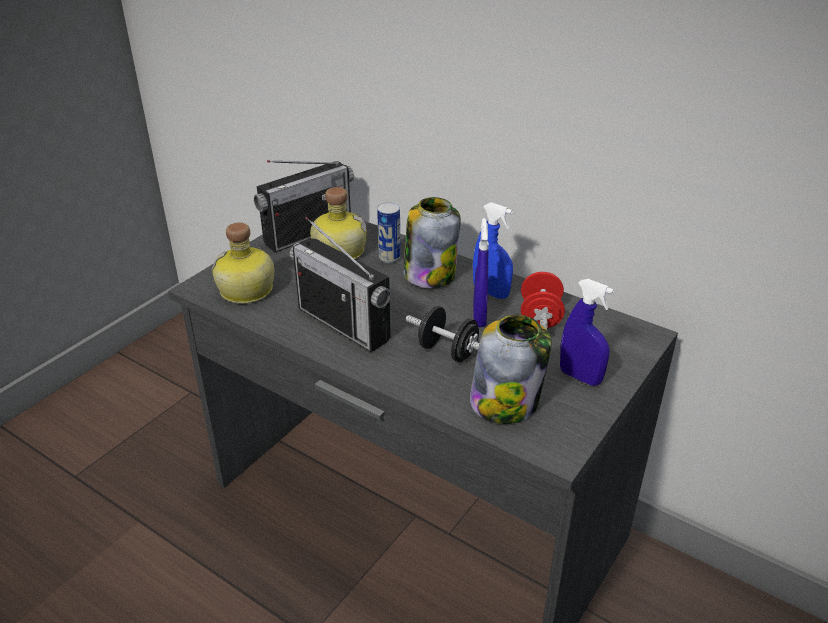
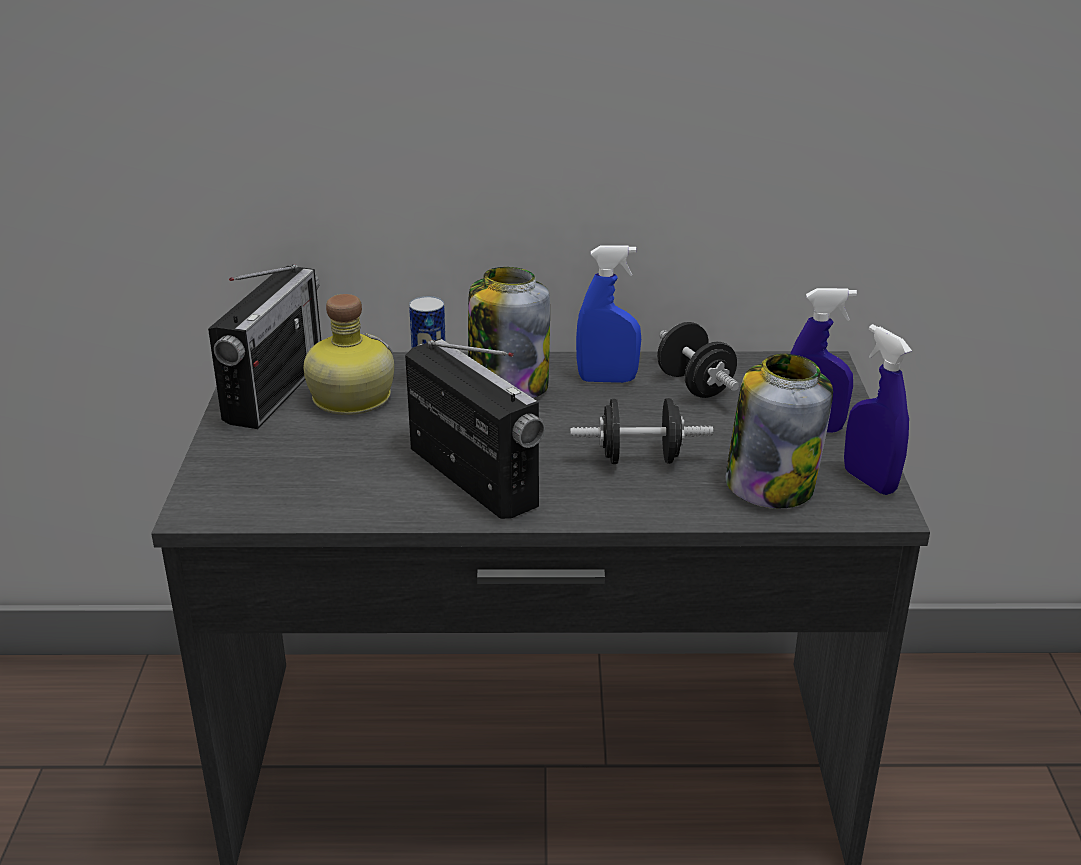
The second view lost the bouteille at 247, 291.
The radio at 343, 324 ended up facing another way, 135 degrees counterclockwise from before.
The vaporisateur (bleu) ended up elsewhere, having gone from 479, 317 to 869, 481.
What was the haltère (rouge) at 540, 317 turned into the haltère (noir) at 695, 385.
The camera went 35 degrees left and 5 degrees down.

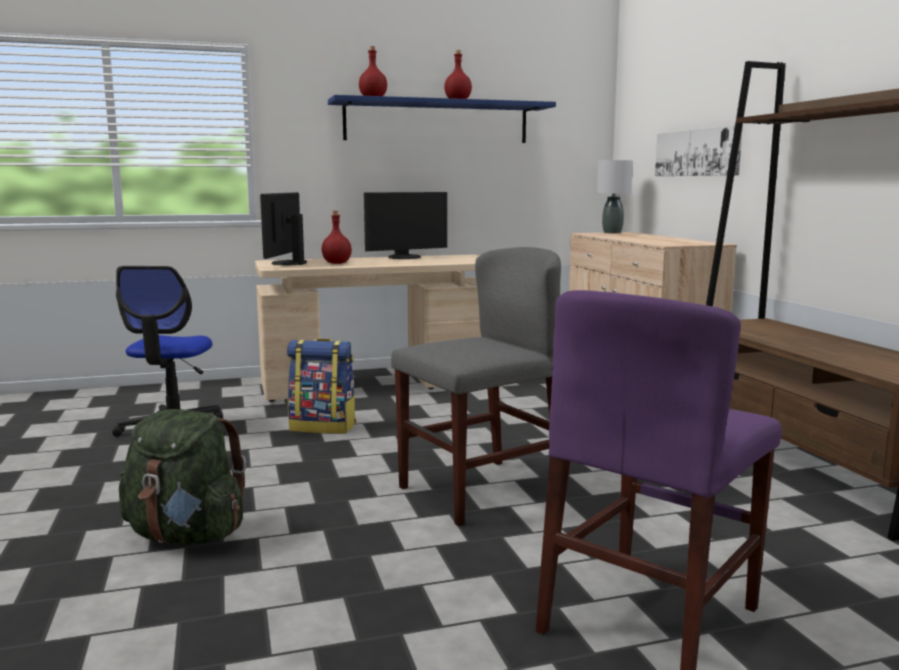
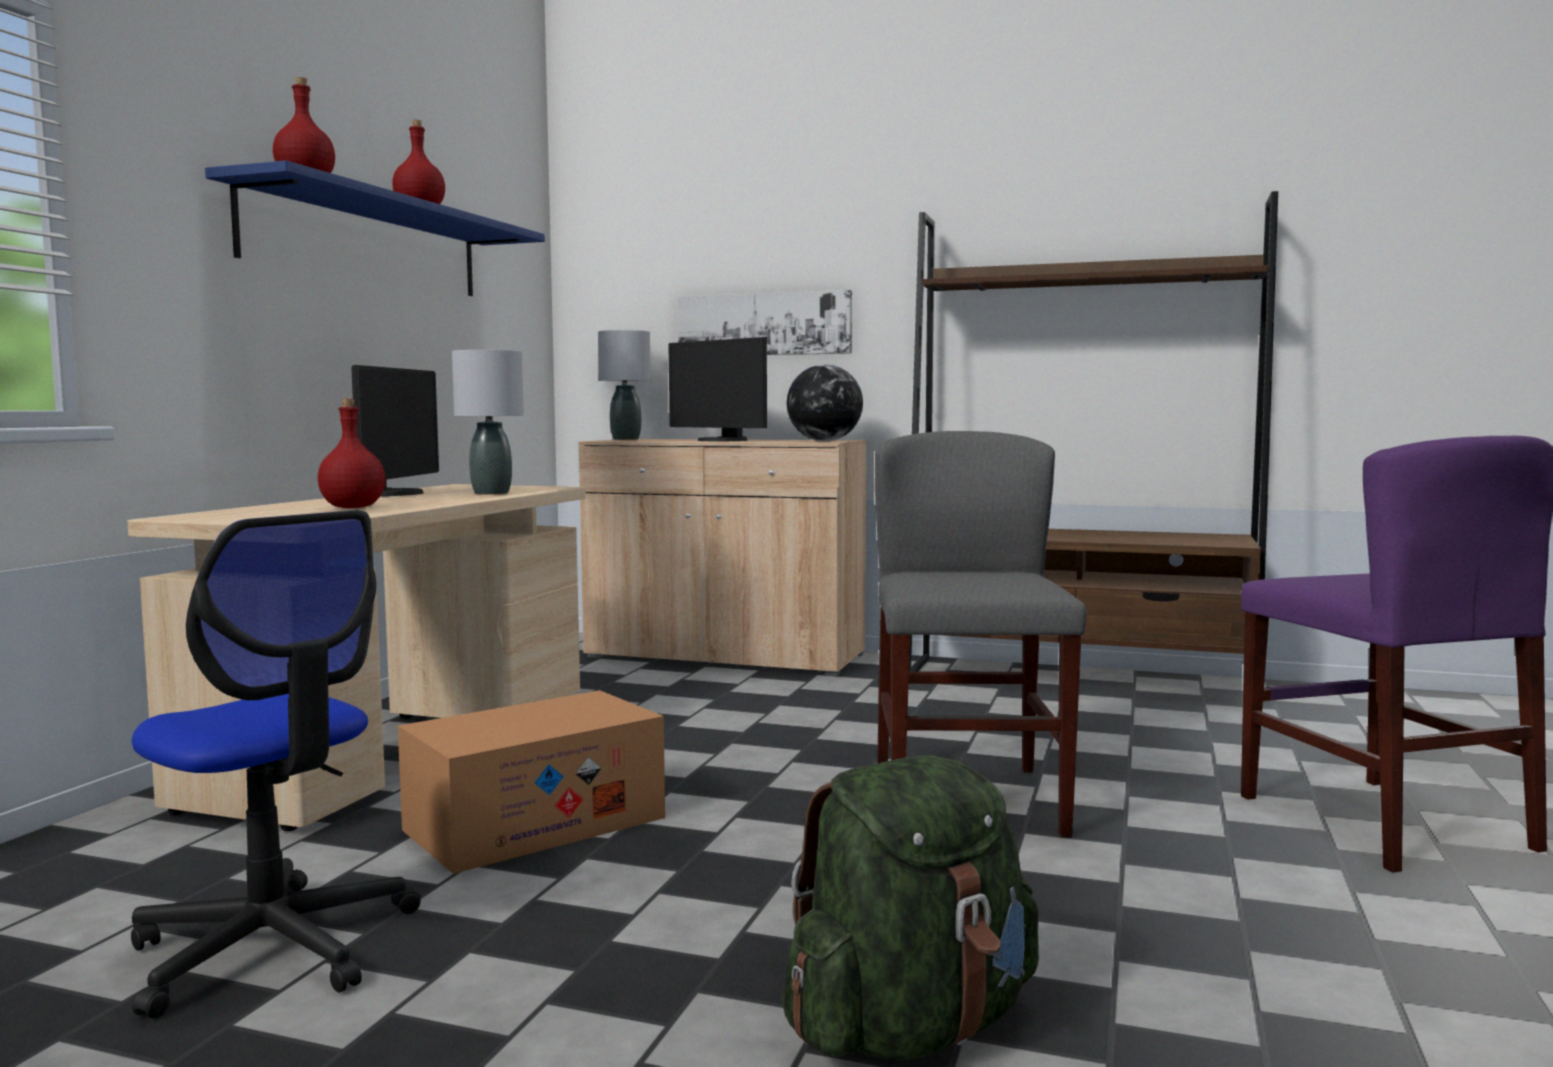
The écran d'ordinateur ended up elsewhere, having gone from 287, 263 to 720, 441.
Where the sac à dos stood at 323, 427, the carton came to stand at 535, 824.
The second view gained the lampe de table (gris) at 491, 493.
The second view gained the globe at 824, 441.
The camera went 55 degrees left and 5 degrees down.

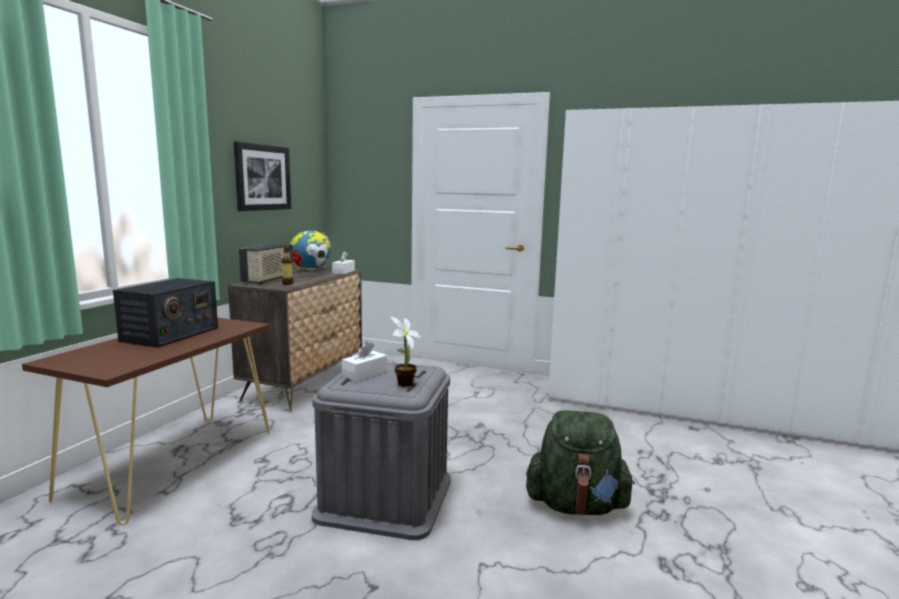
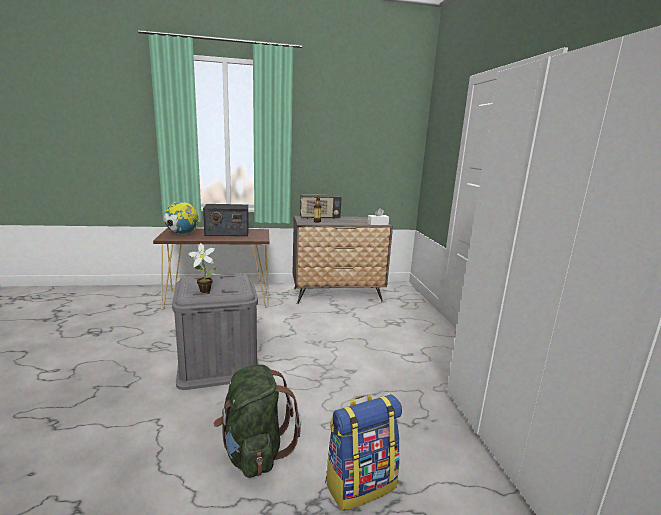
The second view lost the tableau at 262, 177.
The globe ended up elsewhere, having gone from 311, 270 to 182, 234.
The second view lost the boîte à mouchoirs (blanc) at 364, 374.
The second view gained the sac à dos at 360, 483.
The camera went 60 degrees right and 5 degrees up.

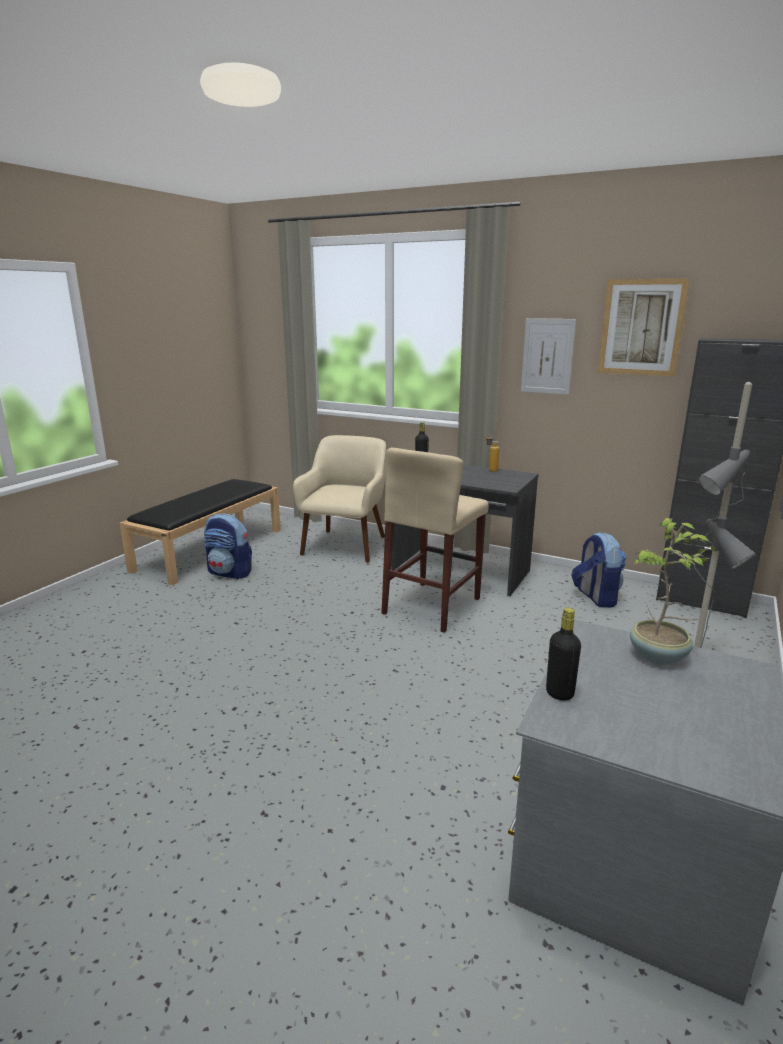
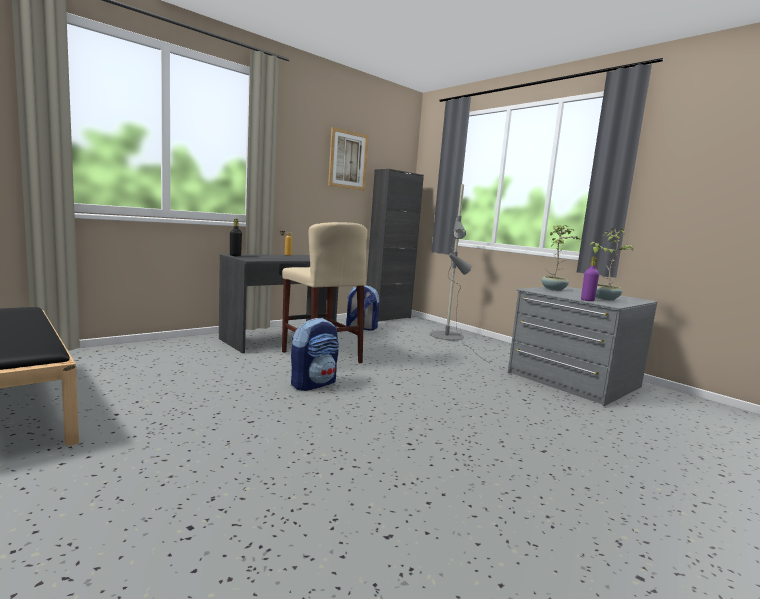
The sac à dos ended up elsewhere, having gone from 230, 573 to 314, 384.
The second view lost the fauteuil (beige) at 346, 545.
The second view lost the tableau at 547, 356.
What was the bouteille (noir) at 559, 693 turned into the bouteille (violet) at 587, 300.
The second view gained the plante en pot at 604, 299.
The camera went 70 degrees left and 10 degrees down.

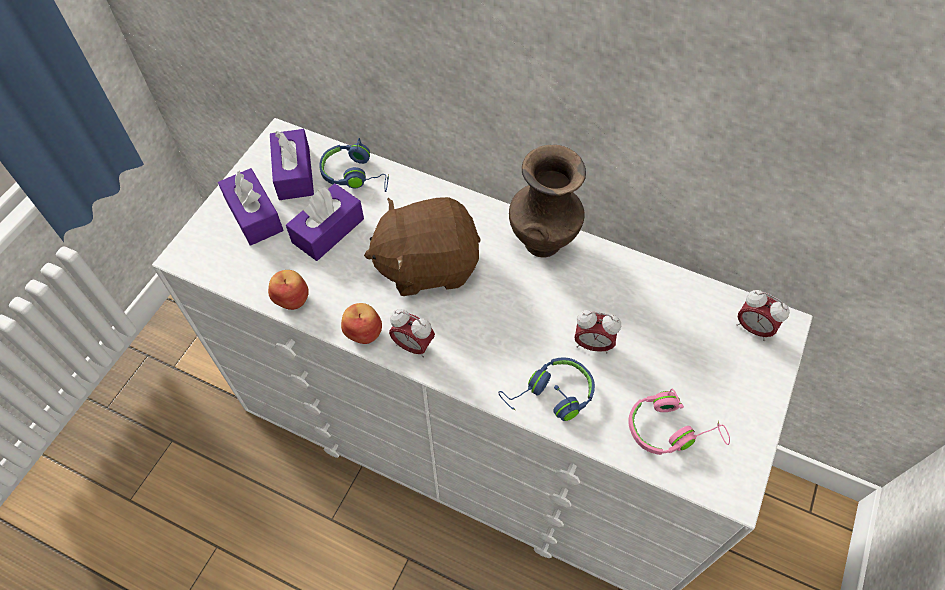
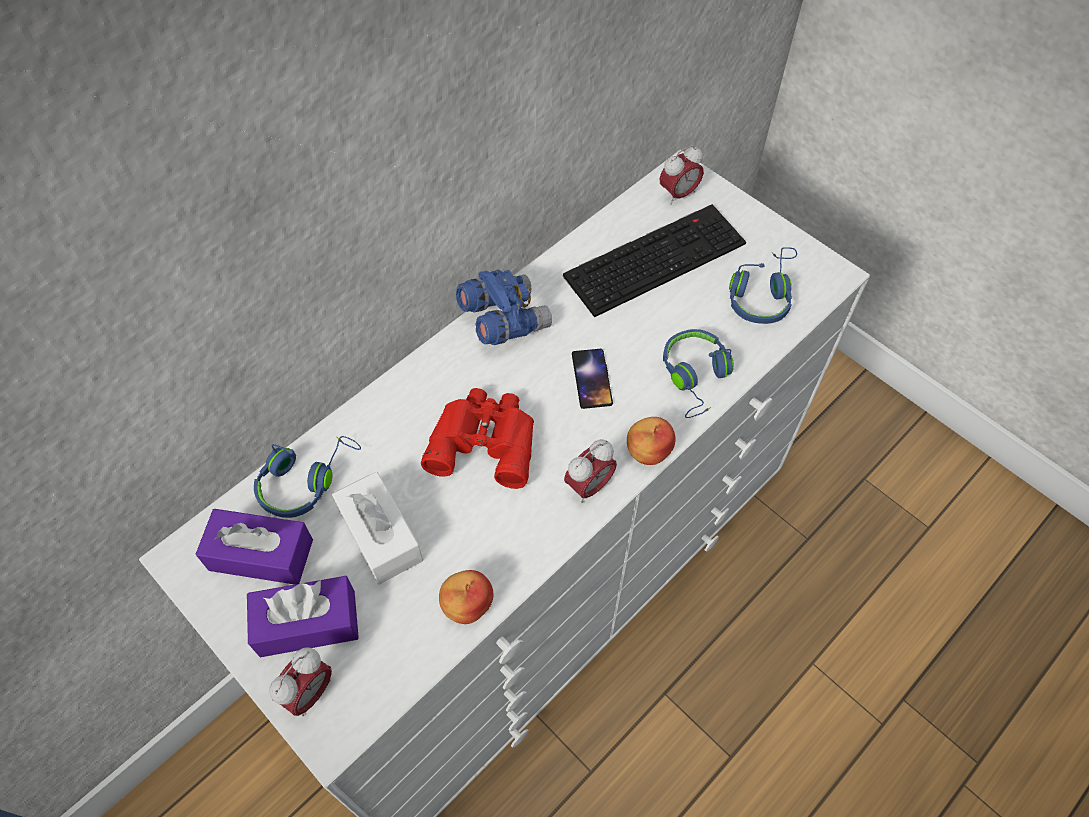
What was the boîte à mouchoirs (violet) at 328, 230 turned into the boîte à mouchoirs (blanc) at 380, 535.
The pomme ended up elsewhere, having gone from 364, 331 to 648, 450.
Where the peluche (marron) stood at 427, 265, the jumelles (rouge) came to stand at 484, 440.
Where the vase (marron) stood at 542, 241, the jumelles (bleu) came to stand at 503, 319.
The réveil ended up elsewhere, having gone from 592, 344 to 309, 692.
What was the casque audio (rose) at 671, 429 turned into the casque audio (bleu) at 761, 294.
The second view gained the clavier at 655, 257.
The second view gained the téléphone at 592, 378.
The camera went 70 degrees left and 0 degrees up.

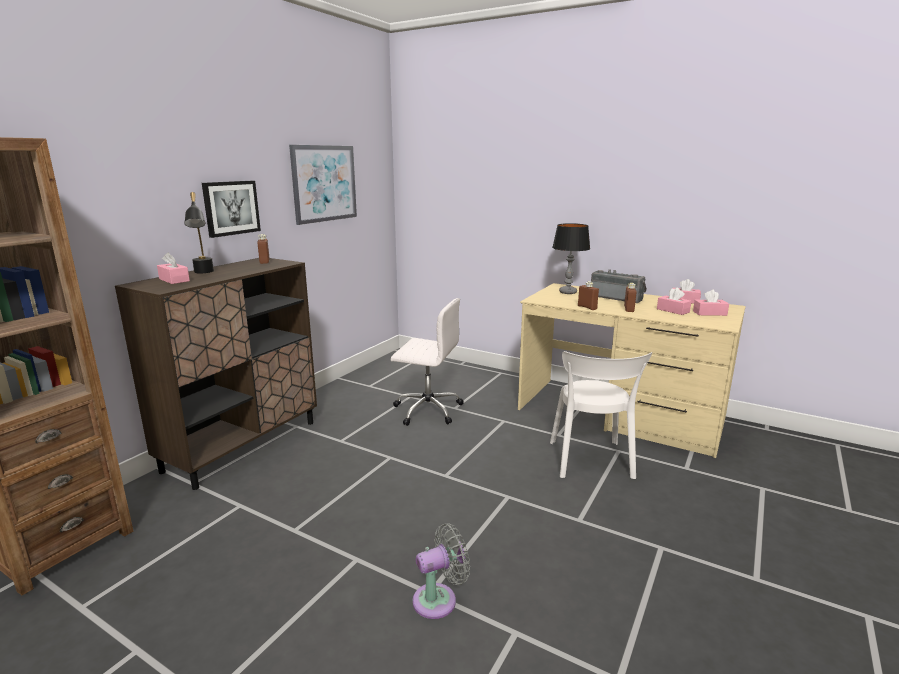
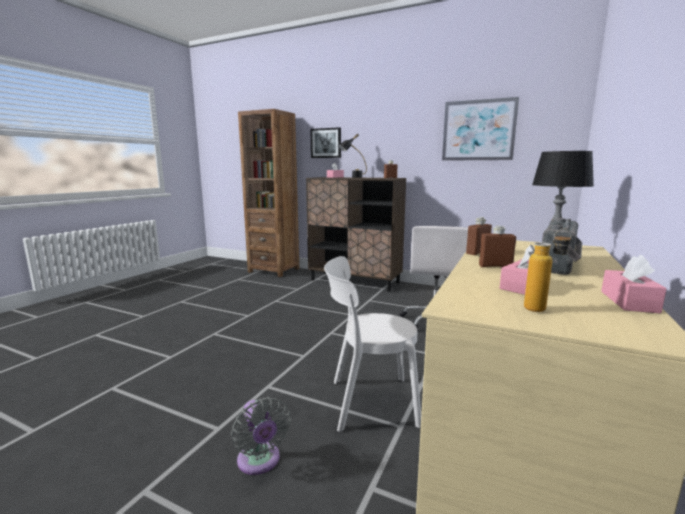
The tableau ended up elsewhere, having gone from 231, 208 to 326, 143.
The ventilateur (gris) ended up elsewhere, having gone from 439, 599 to 260, 461.
Where the boîte à mouchoirs (rose) stood at 709, 313, the bouteille came to stand at 542, 308.
The camera went 85 degrees right and 5 degrees down.

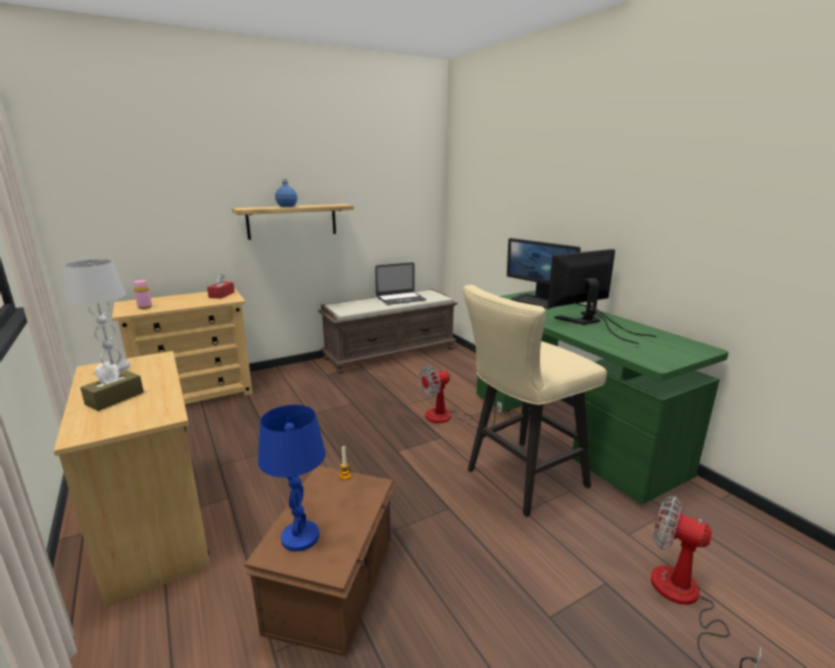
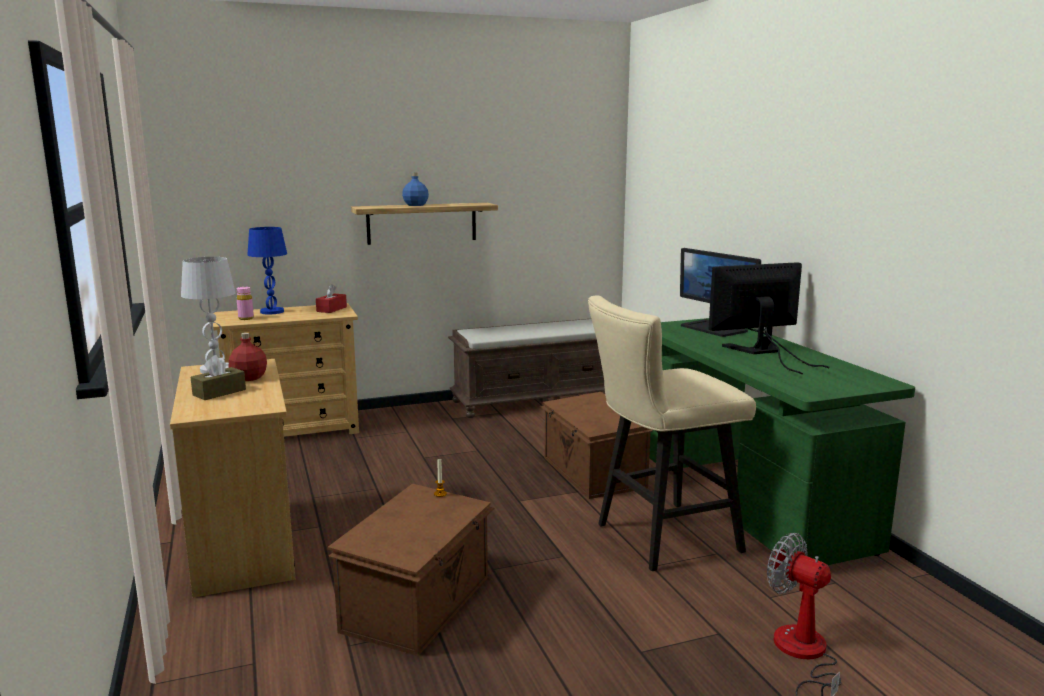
The lampe de table (bleu) ended up elsewhere, having gone from 300, 537 to 272, 312.
The second view lost the ordinateur portable at 400, 298.
Where the ventilateur stood at 447, 418, the boîte de rangement (marron) came to stand at 592, 473.
The second view gained the bouteille (rouge) at 249, 378.
The camera went 10 degrees right and 5 degrees down.

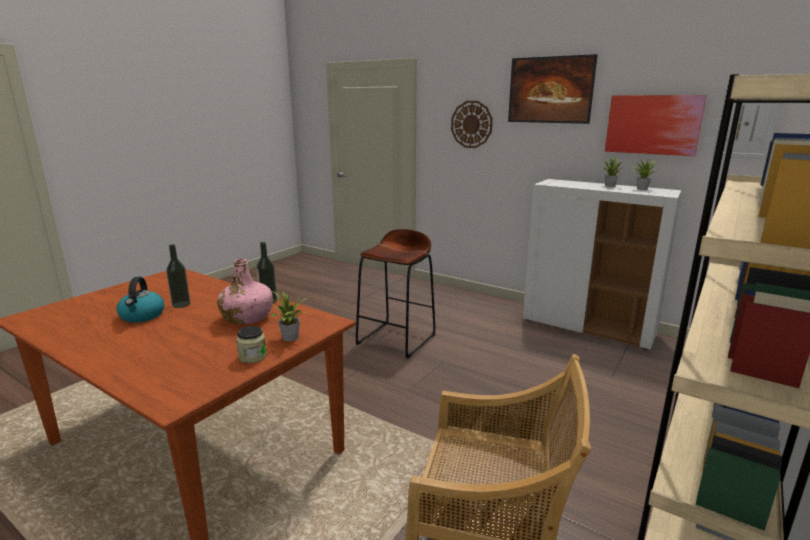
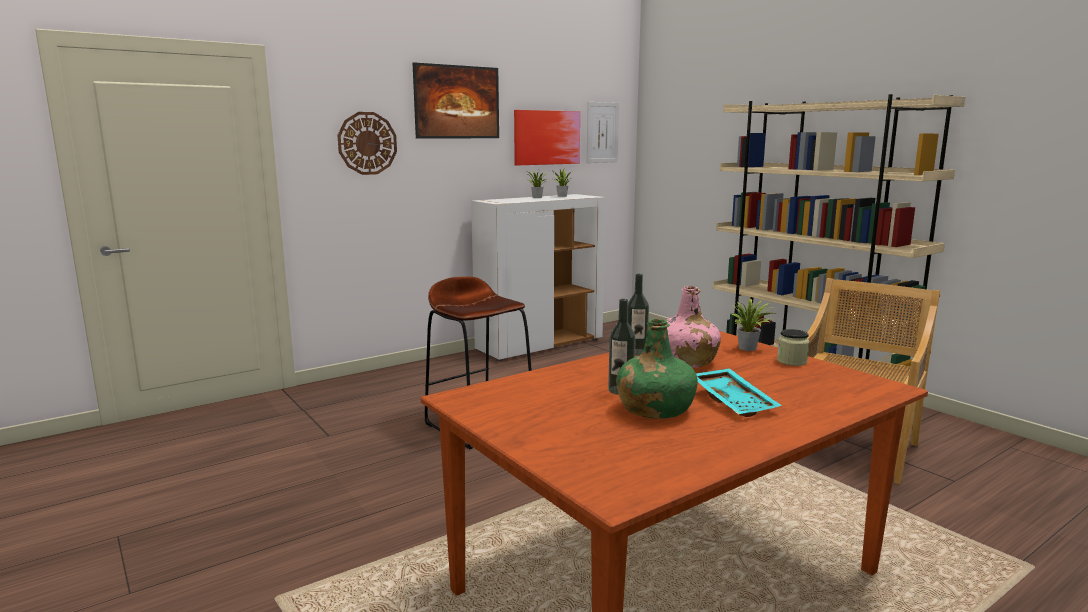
Where the bouilloire stood at 142, 316, the bouteille (vert) came to stand at 654, 409.
The second view gained the plateau (turquoise) at 734, 401.
The camera went 70 degrees left and 5 degrees down.

